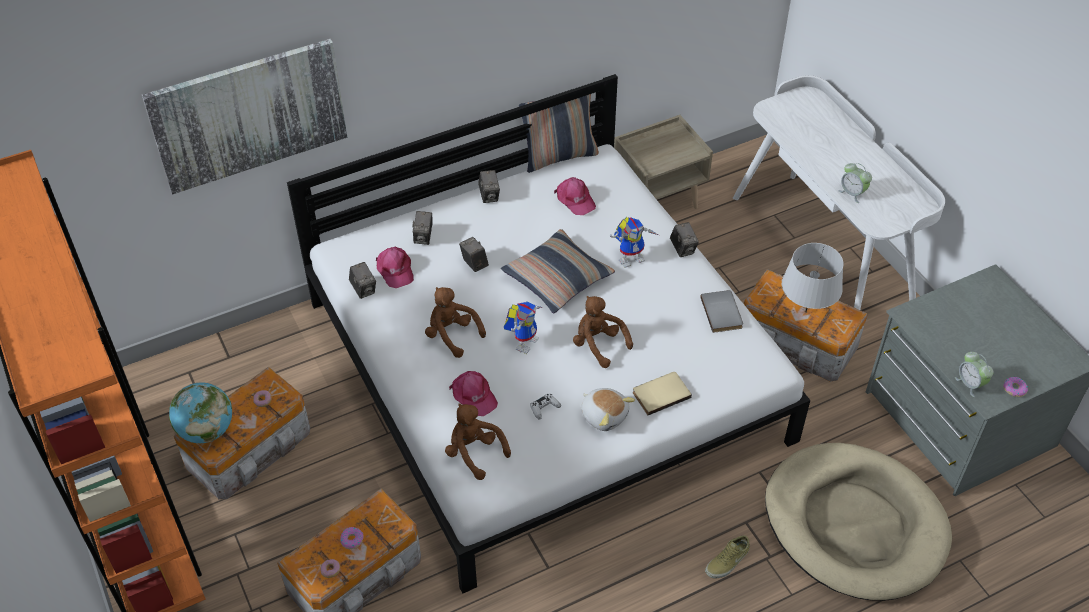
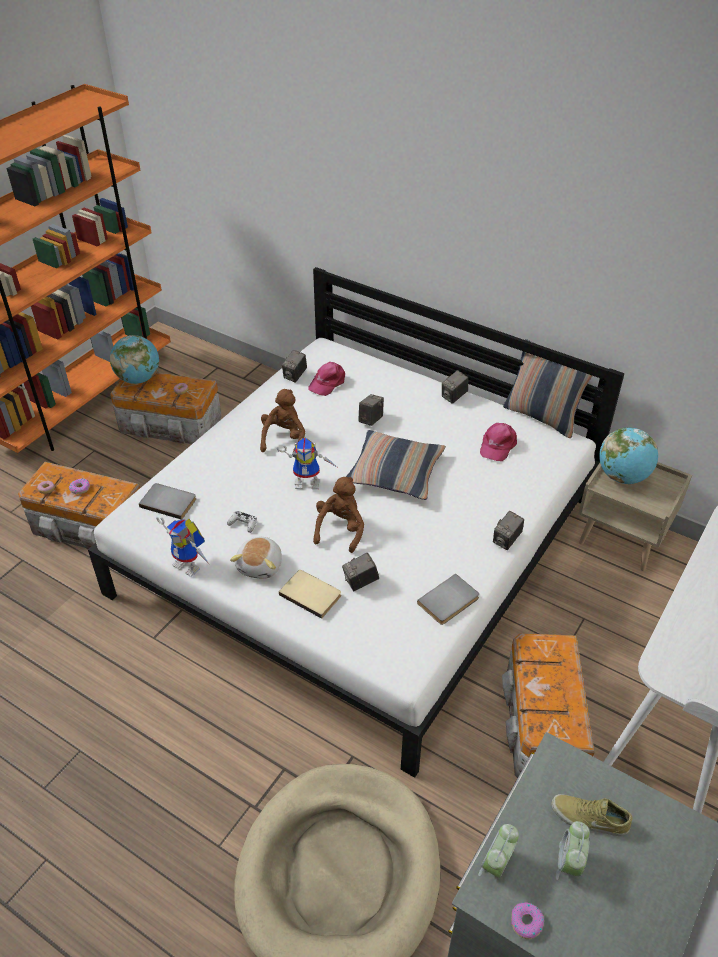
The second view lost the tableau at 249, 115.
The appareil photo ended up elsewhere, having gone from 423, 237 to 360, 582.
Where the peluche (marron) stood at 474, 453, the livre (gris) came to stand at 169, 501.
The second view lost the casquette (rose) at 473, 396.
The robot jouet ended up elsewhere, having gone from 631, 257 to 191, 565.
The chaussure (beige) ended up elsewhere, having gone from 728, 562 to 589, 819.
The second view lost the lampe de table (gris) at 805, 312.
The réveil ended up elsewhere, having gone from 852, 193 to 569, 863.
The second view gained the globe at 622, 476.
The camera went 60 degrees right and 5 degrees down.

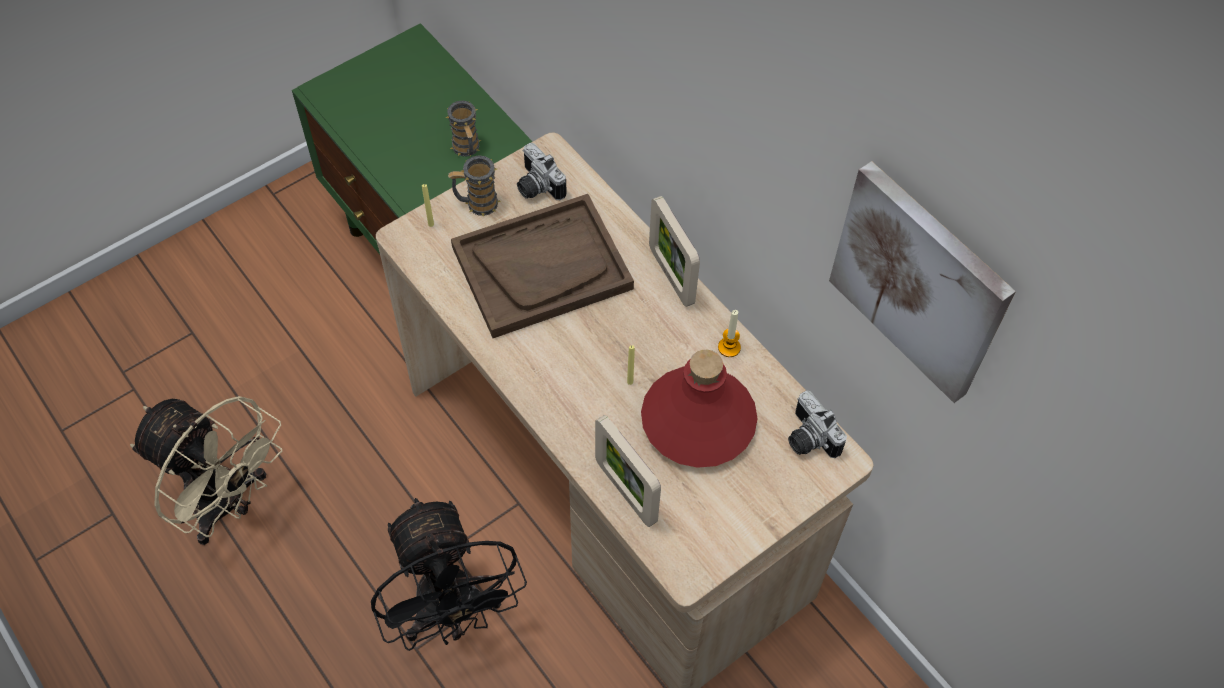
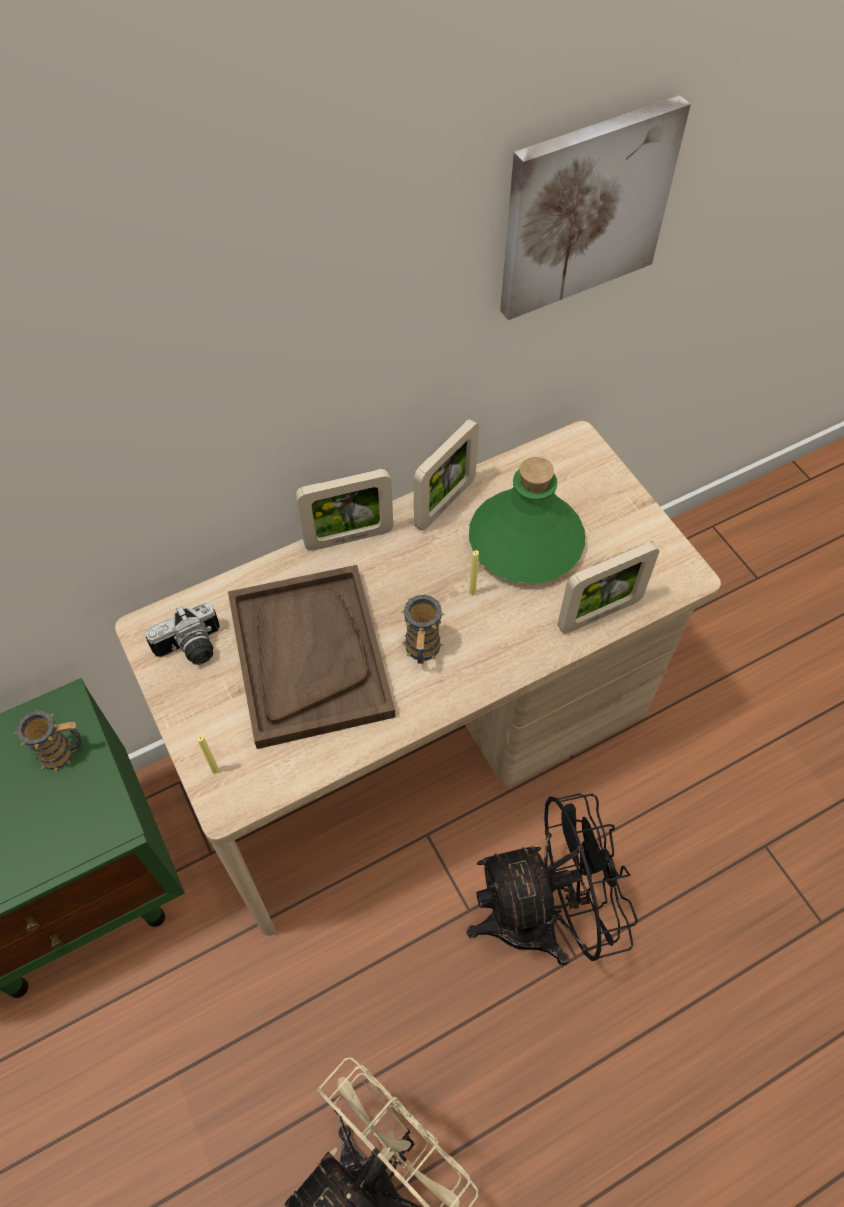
The mug ended up elsewhere, having gone from 476, 204 to 422, 651.
What was the bouteille (rouge) at 698, 422 turned into the bouteille (vert) at 526, 542.
Where the bougie stood at 729, 347, the cadre photo came to stand at 445, 503.
The second view lost the appareil photo at 807, 438.
The camera went 80 degrees left and 0 degrees up.

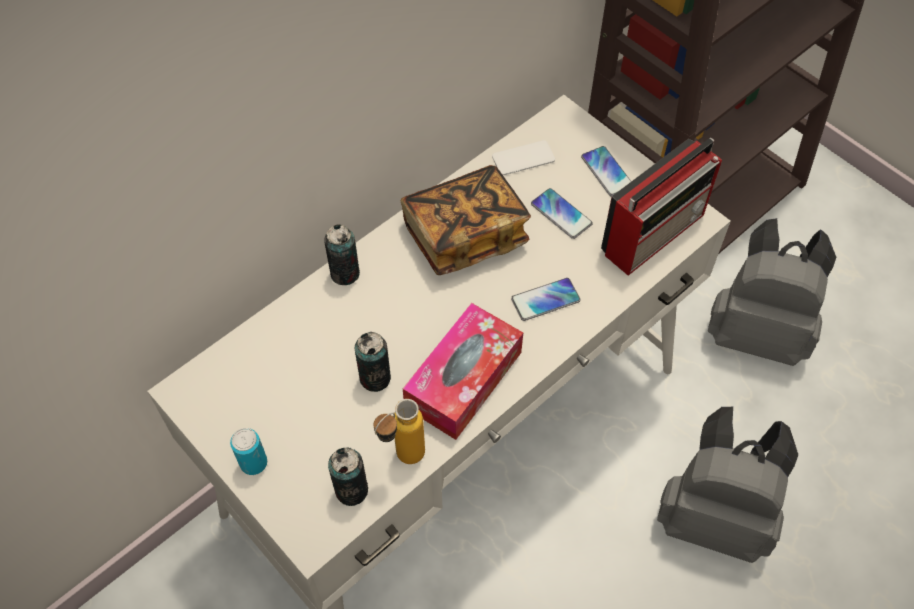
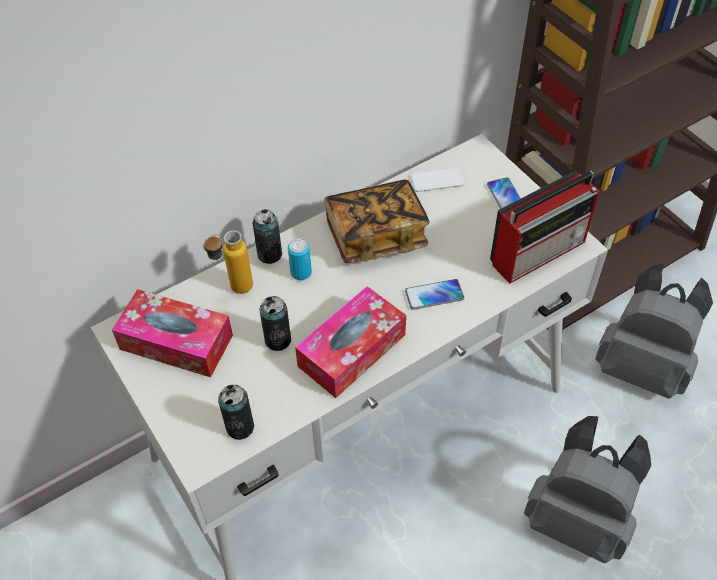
The boîte métallique ended up elsewhere, having gone from 253, 463 to 301, 273.
The bouteille ended up elsewhere, having gone from 401, 460 to 233, 290.
The second view lost the téléphone at 561, 214.
The second view gained the boîte à mouchoirs at 176, 342.
The camera went 10 degrees right and 5 degrees down.

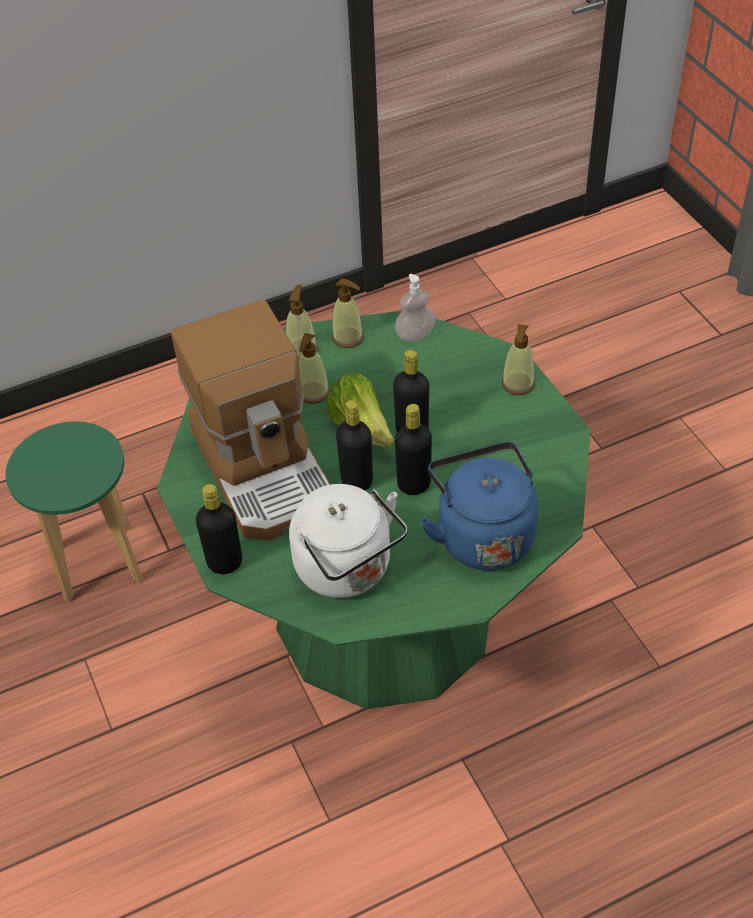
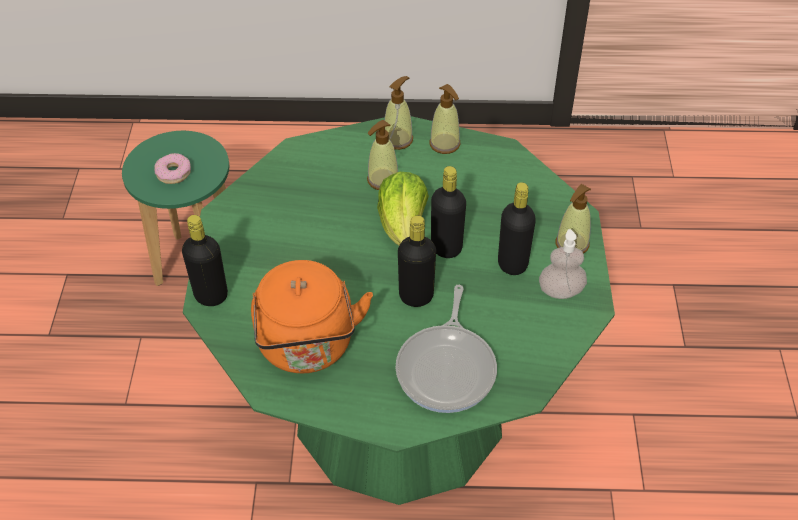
The second view lost the machine à café at 265, 468.
What was the bouilloire (blanc) at 348, 570 turned into the bouilloire (orange) at 308, 347.
The bouteille (noir) ended up elsewhere, having gone from 357, 480 to 512, 264.
The distributeur de savon ended up elsewhere, having gone from 415, 334 to 560, 291.
Where the bouilloire (bleu) stood at 482, 534, the poêle came to stand at 447, 368.
The second view gained the beignet at 173, 173.
The camera went 25 degrees right and 0 degrees up.

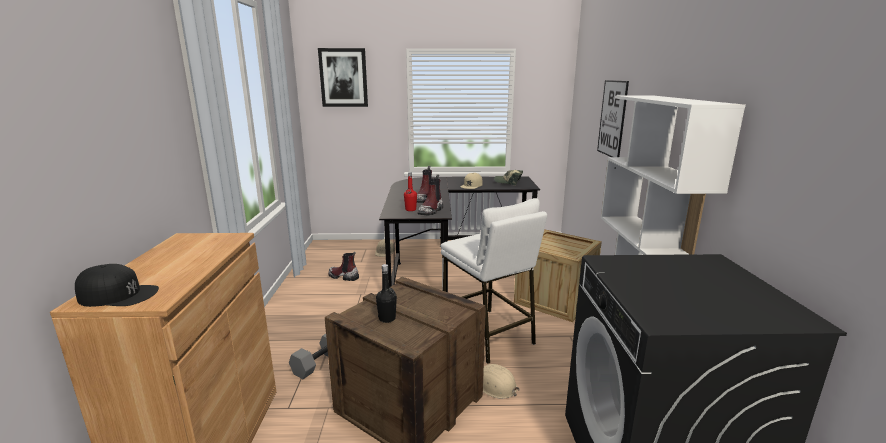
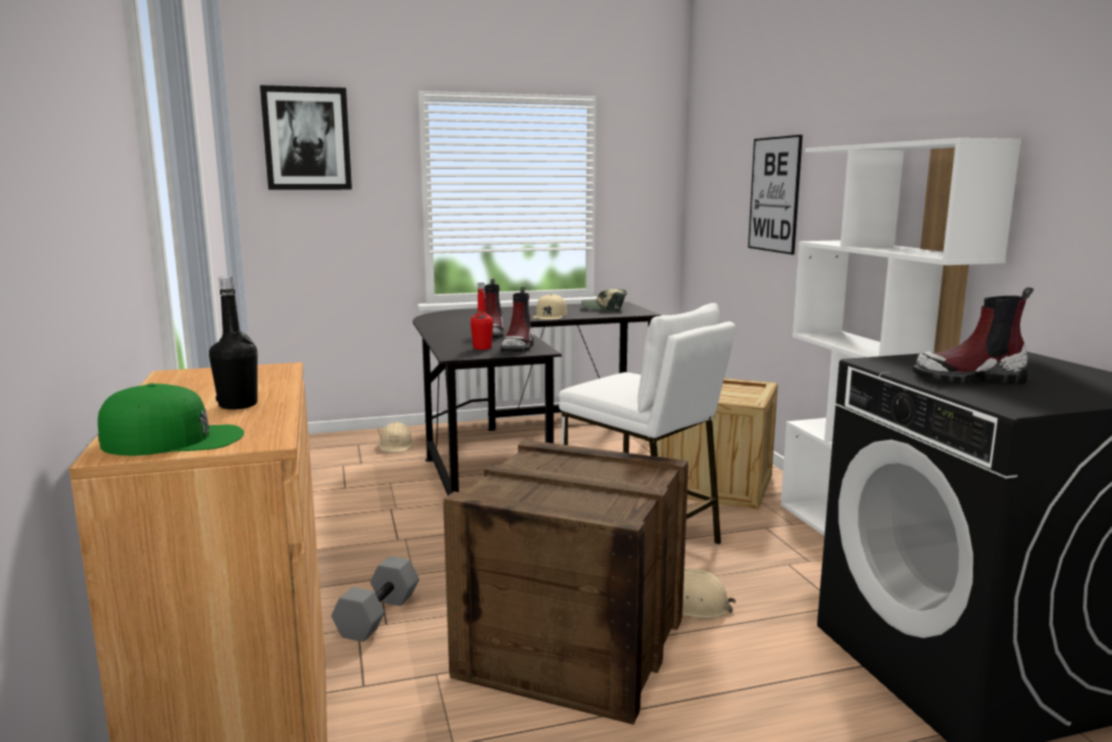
What was the casquette (noir) at 118, 295 turned into the casquette (vert) at 174, 439.
The botte ended up elsewhere, having gone from 343, 277 to 970, 379.
The bouteille (noir) ended up elsewhere, having gone from 387, 318 to 238, 405.
The camera went 15 degrees left and 5 degrees down.

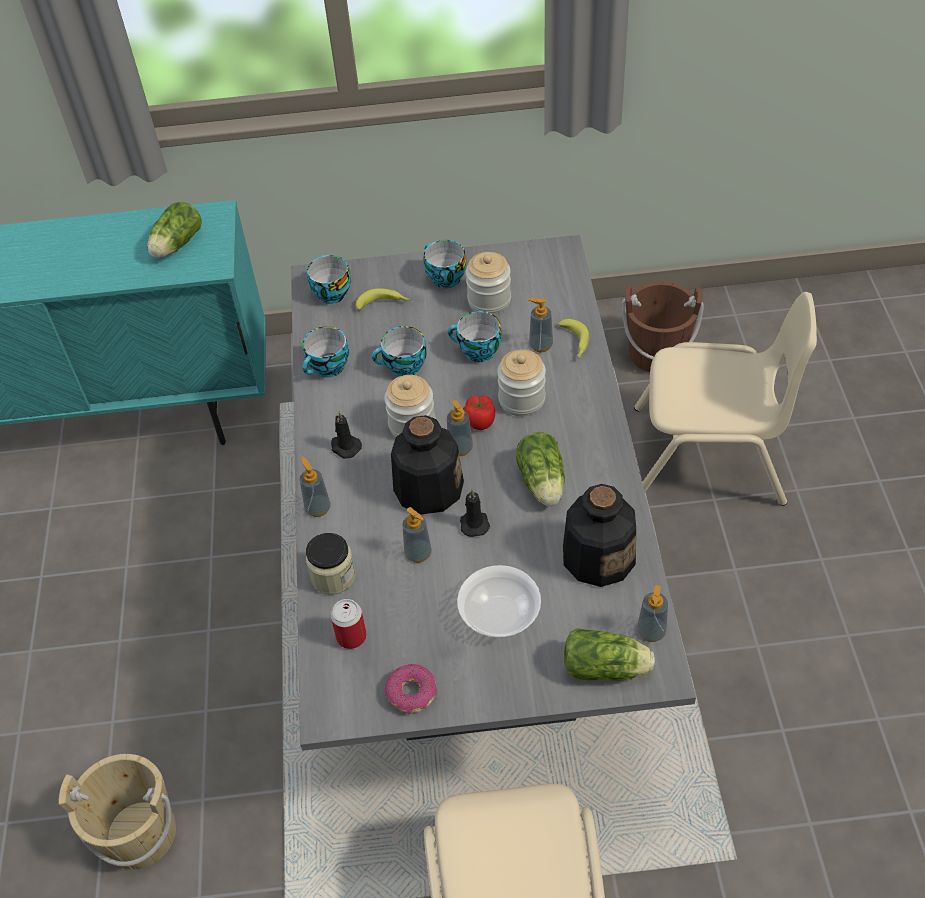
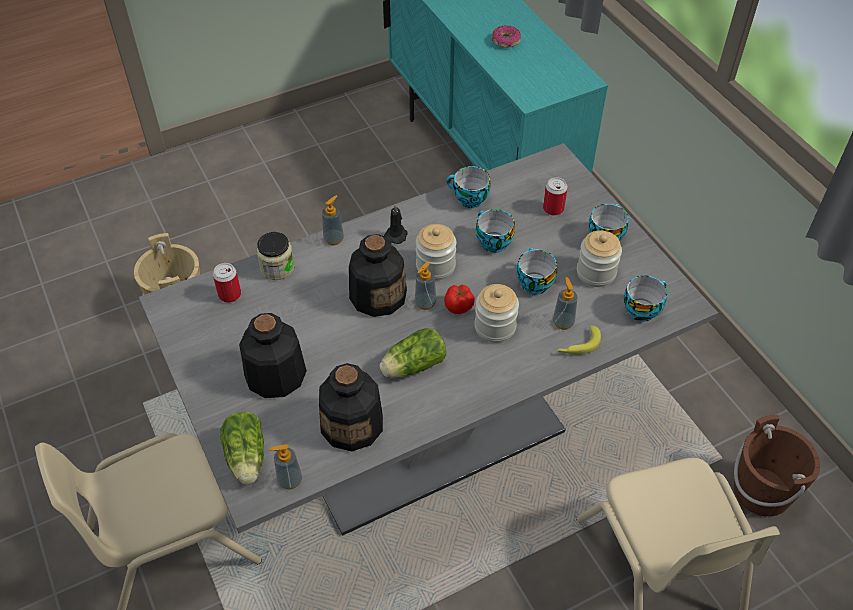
The second view lost the laitue at 175, 245.
The tasse ended up elsewhere, having gone from 330, 292 to 642, 309.
Where the banane stood at 383, 304, the boîte métallique came to stand at 553, 209.
The beignet ended up elsewhere, having gone from 411, 693 to 505, 41.
The second view lost the distributeur de savon at 418, 553.
Where the bol stood at 500, 614, the bouteille came to stand at 275, 375.
The second view lost the bougie (noir) at 474, 523.
The camera went 65 degrees right and 0 degrees up.

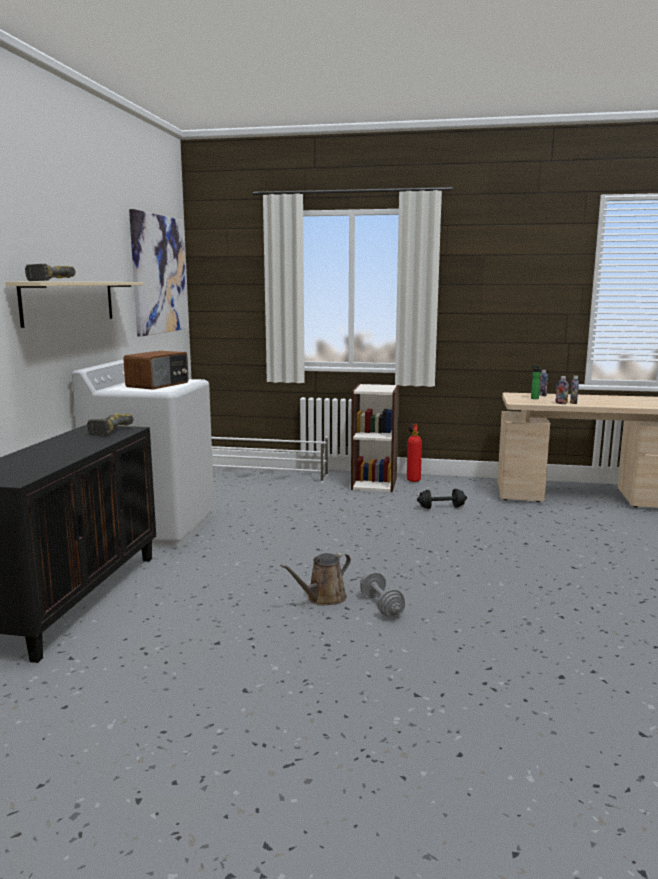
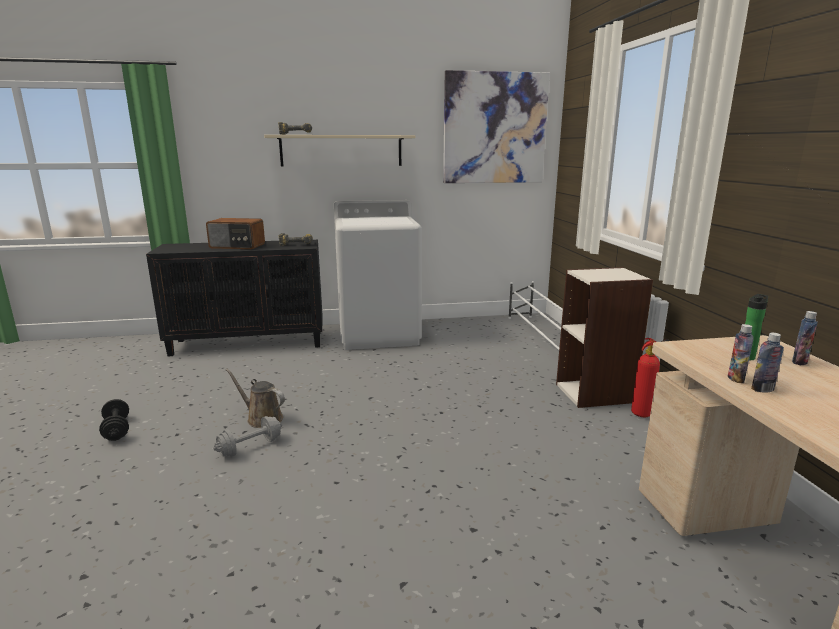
The radio ended up elsewhere, having gone from 158, 385 to 237, 246.
The haltère (noir) ended up elsewhere, having gone from 441, 507 to 117, 430.
The camera went 70 degrees right and 5 degrees up.

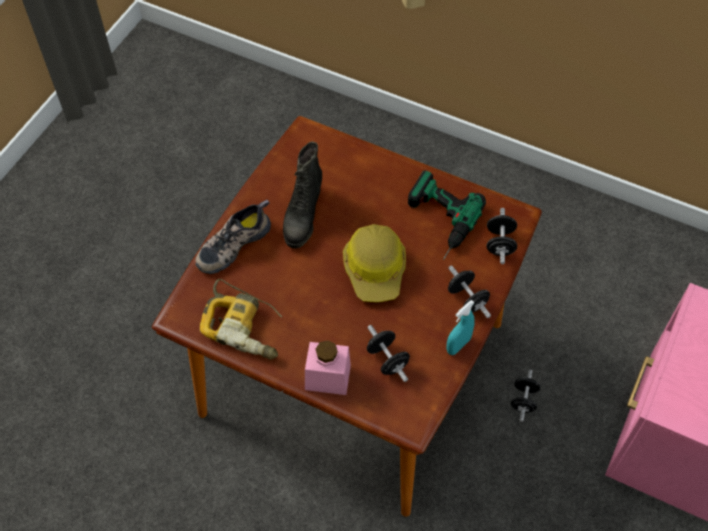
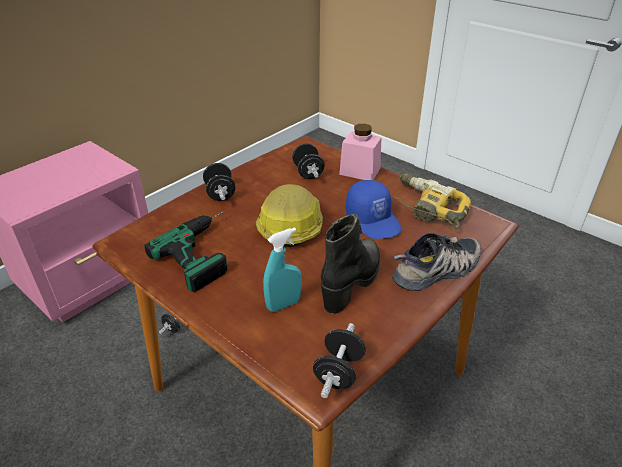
The vaporisateur (turquoise) ended up elsewhere, having gone from 458, 345 to 283, 304.
The haltère (noir) ended up elsewhere, having gone from 500, 244 to 338, 372.
The second view gained the casquette (bleu) at 374, 220.
The camera went 165 degrees left and 20 degrees down.

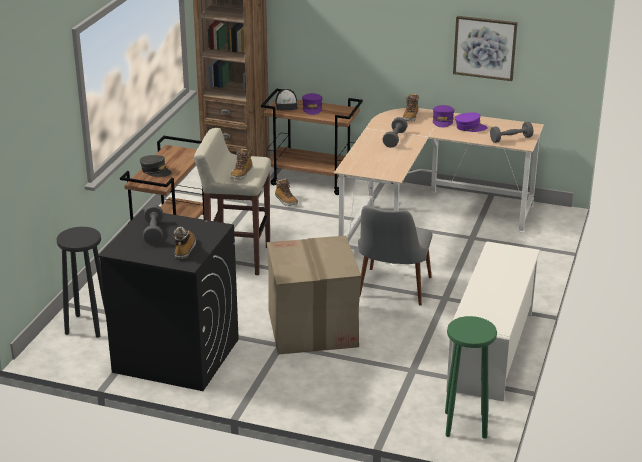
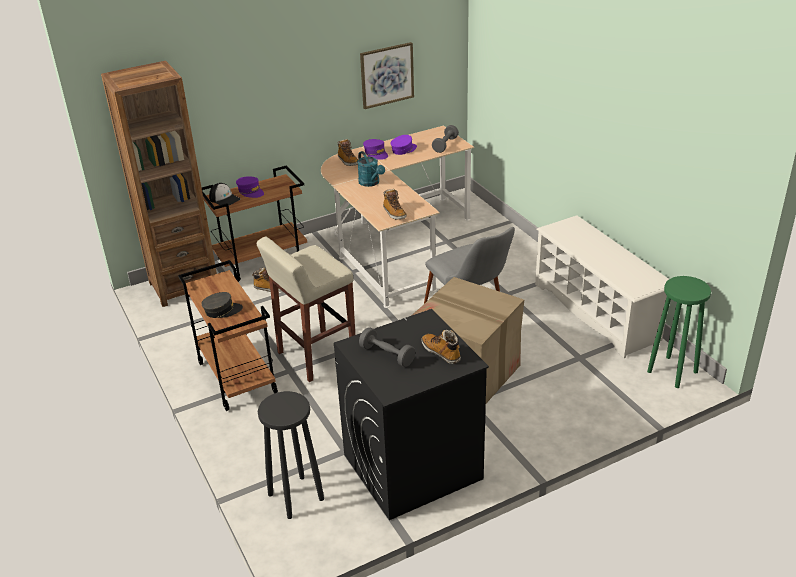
The botte ended up elsewhere, having gone from 241, 174 to 394, 213.
Where the haltère (gris) stood at 394, 139, the arrosoir (turquoise) came to stand at 371, 183.
The camera went 45 degrees left and 5 degrees up.

